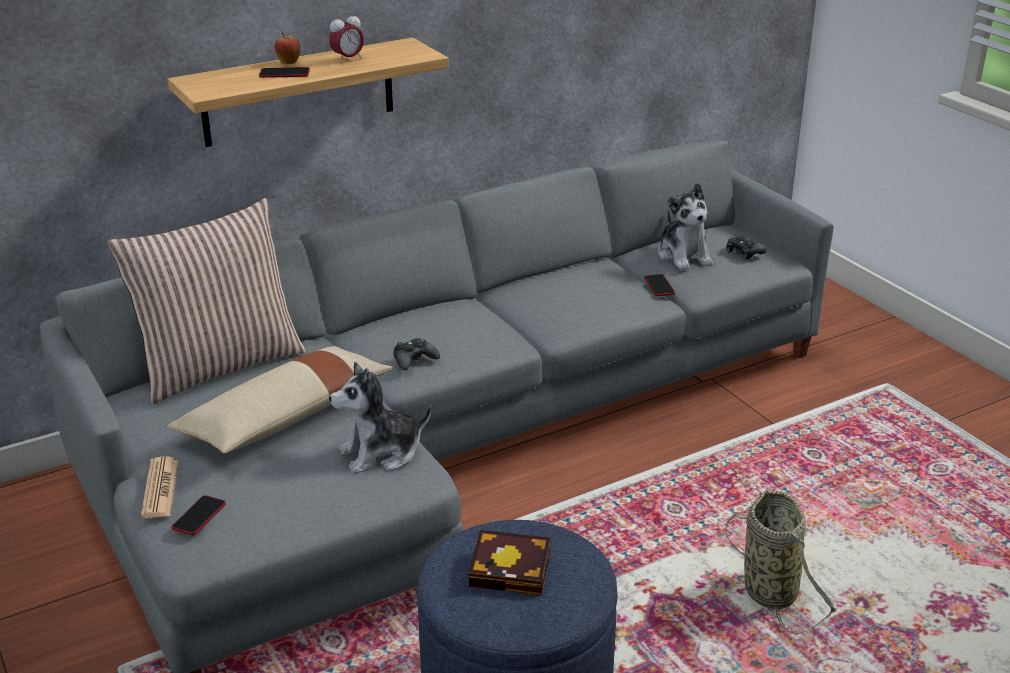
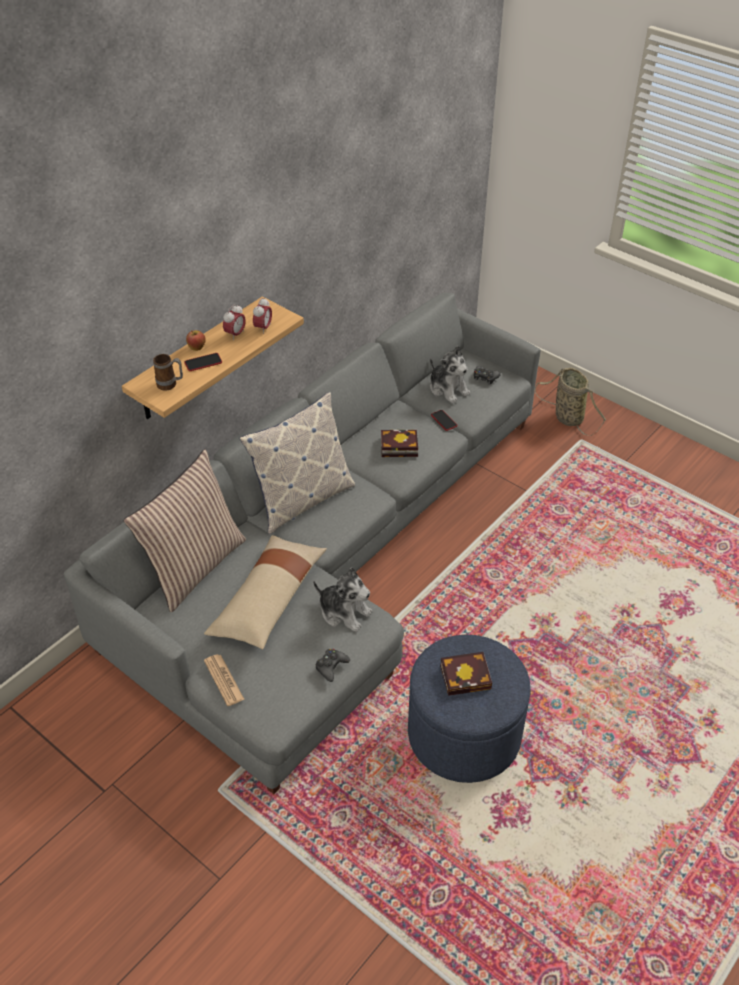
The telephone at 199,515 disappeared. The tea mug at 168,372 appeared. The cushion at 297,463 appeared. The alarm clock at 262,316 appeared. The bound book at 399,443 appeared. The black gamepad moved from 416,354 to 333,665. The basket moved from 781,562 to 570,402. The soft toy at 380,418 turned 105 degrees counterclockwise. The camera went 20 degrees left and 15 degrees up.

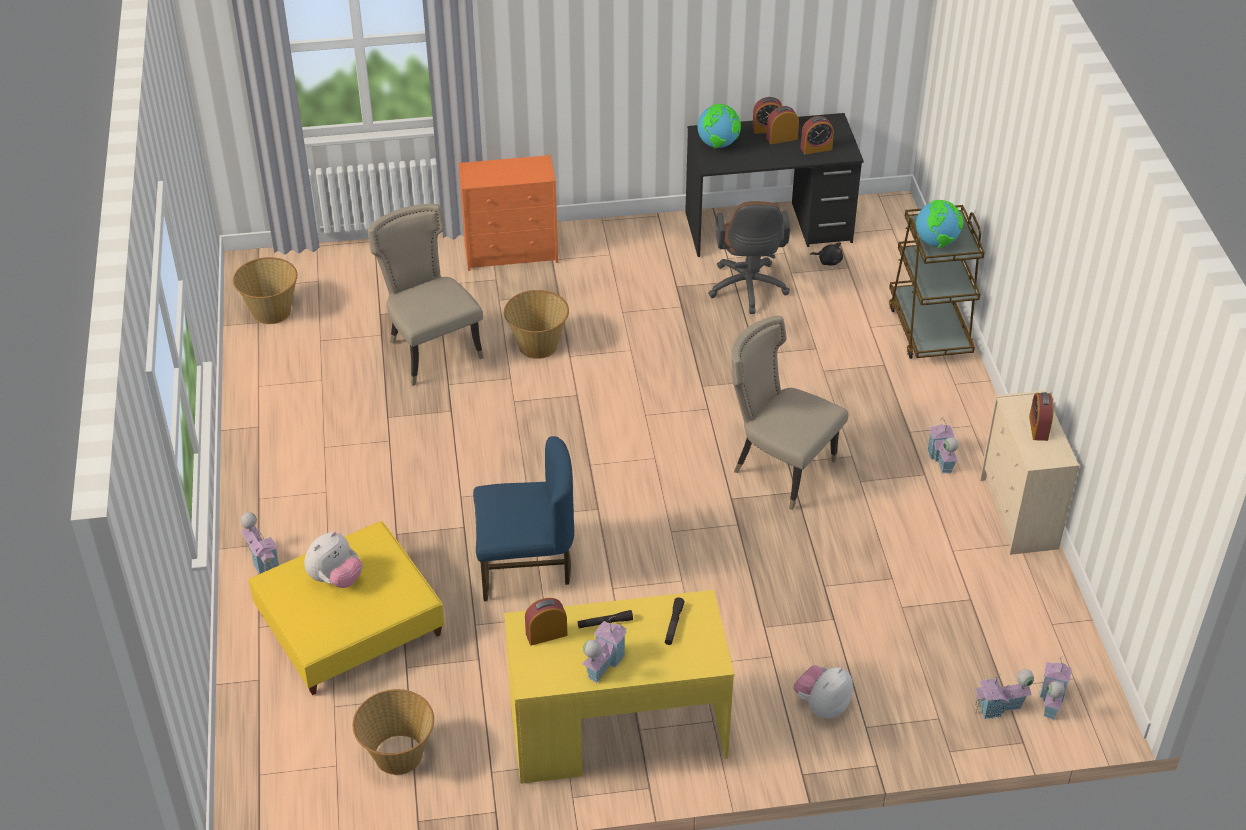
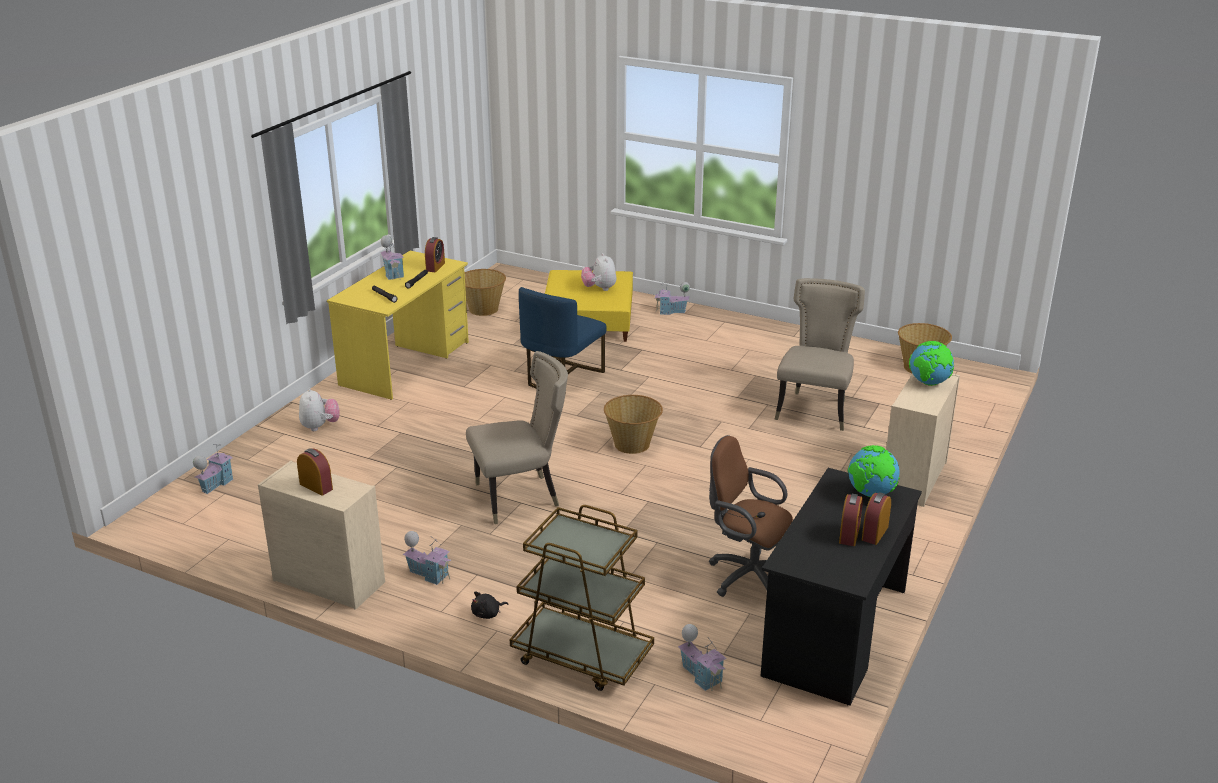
The alarm clock at 817,135 disappeared. The basket moved from 536,324 to 633,424. The black soft toy moved from 826,254 to 489,605. The globe moved from 939,224 to 931,363. The miniature house moved from 1055,688 to 702,657. The orange chest of drawers at 508,213 became the beige chest of drawers at 923,440. The beige chair at 426,295 turned 75 degrees counterclockwise. The camera went 125 degrees right and 15 degrees down.

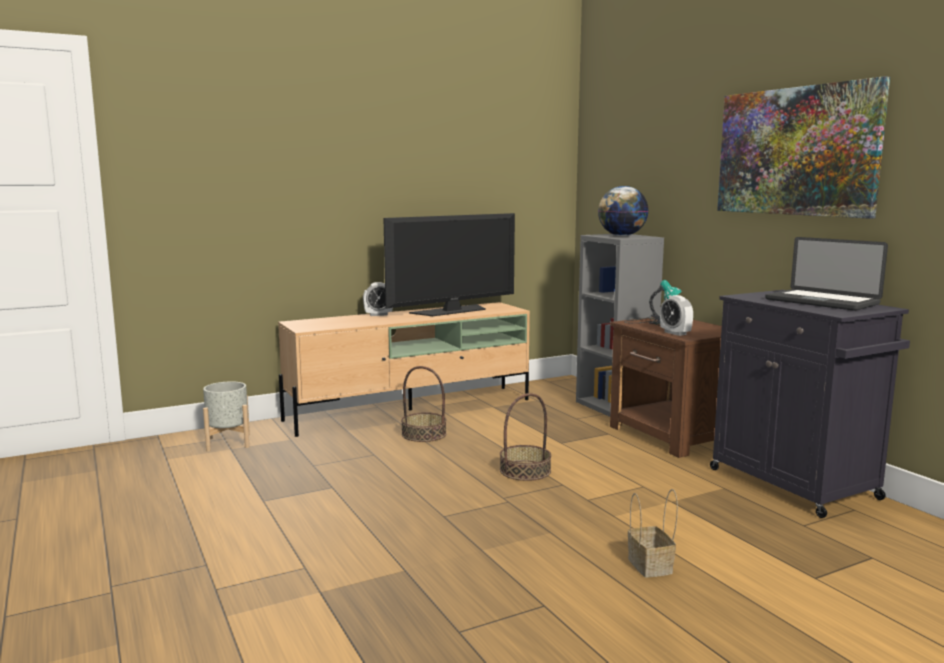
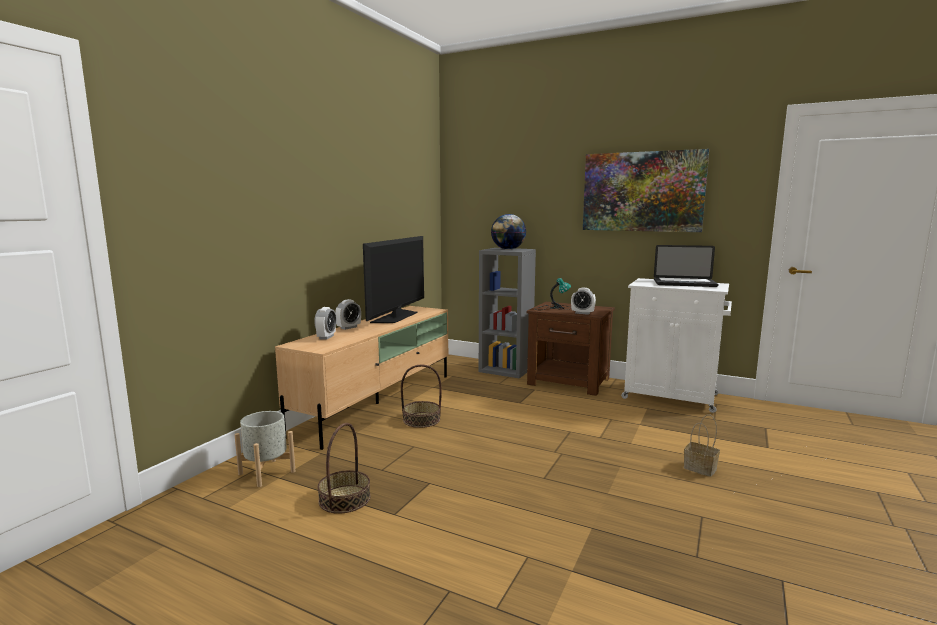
The alarm clock at 325,323 appeared. The basket moved from 525,437 to 344,468. The black cabinet at 810,404 became the white cabinet at 676,345. The camera went 35 degrees left and 0 degrees up.

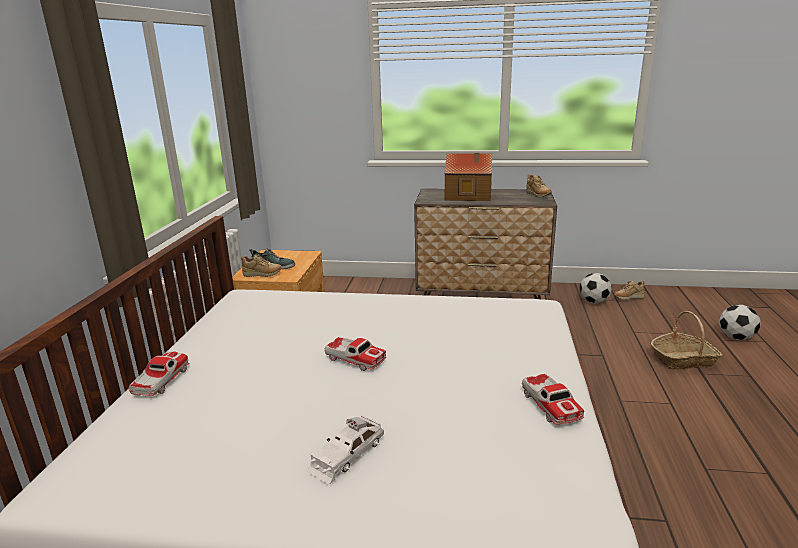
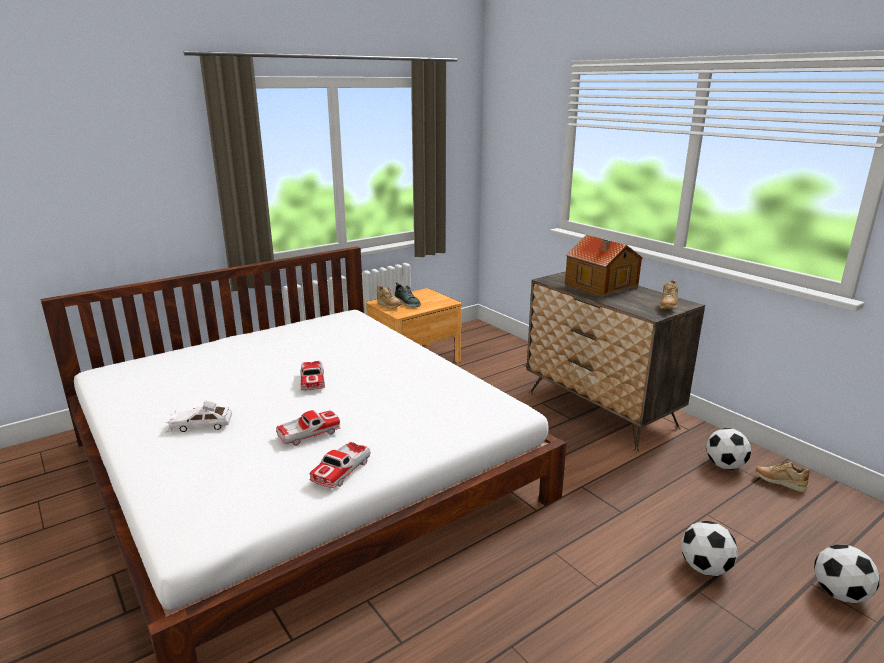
The model car moved from 158,374 to 308,428. The basket at 687,340 was replaced by the ball for football at 709,548. The camera went 45 degrees right and 0 degrees up.

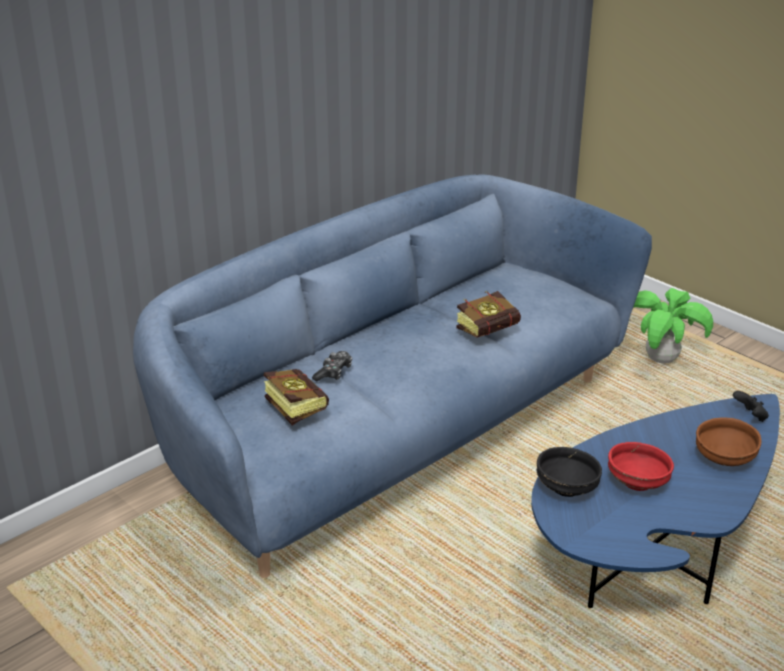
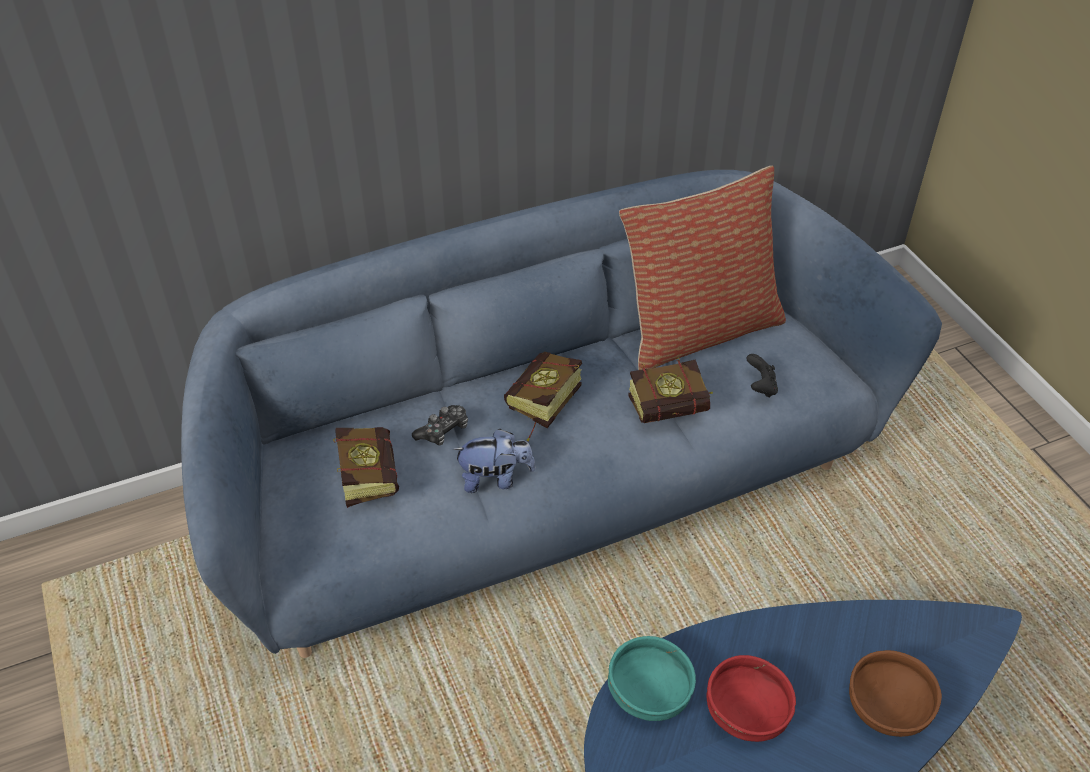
The houseplant at 673,325 disappeared. The soft toy at 494,460 appeared. The bound book at 543,396 appeared. The cushion at 702,268 appeared. The black gamepad moved from 751,406 to 762,376. The black deep dish at 569,472 became the blue-green deep dish at 652,678. The camera went 20 degrees right and 15 degrees up.

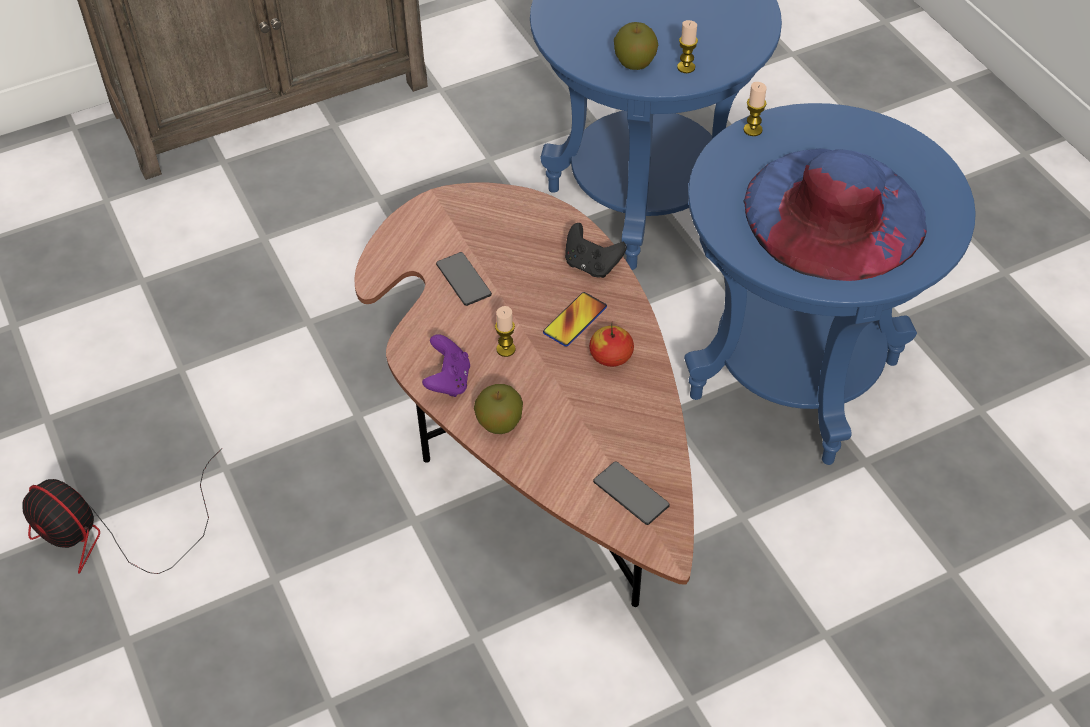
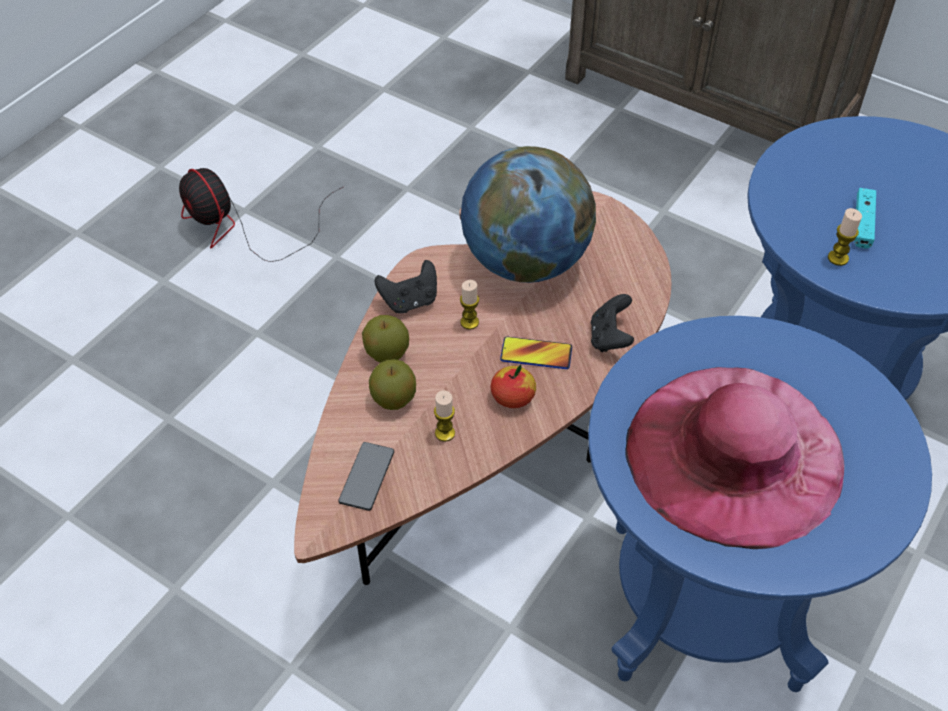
The blue-green gamepad at 865,218 appeared. The apple fruit moved from 636,46 to 392,384. The wax light moved from 755,109 to 444,416. The telephone at 464,279 was replaced by the globe at 528,214. The purple gamepad at 446,365 became the black gamepad at 406,286. The blue-coloured hat at 835,214 became the pinkish hat at 735,458. The electric fan at 122,511 turned 45 degrees counterclockwise. The camera went 60 degrees right and 0 degrees up.

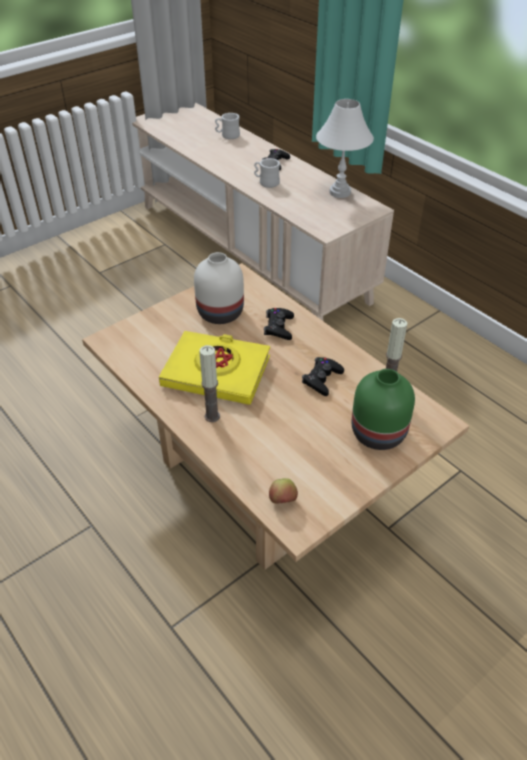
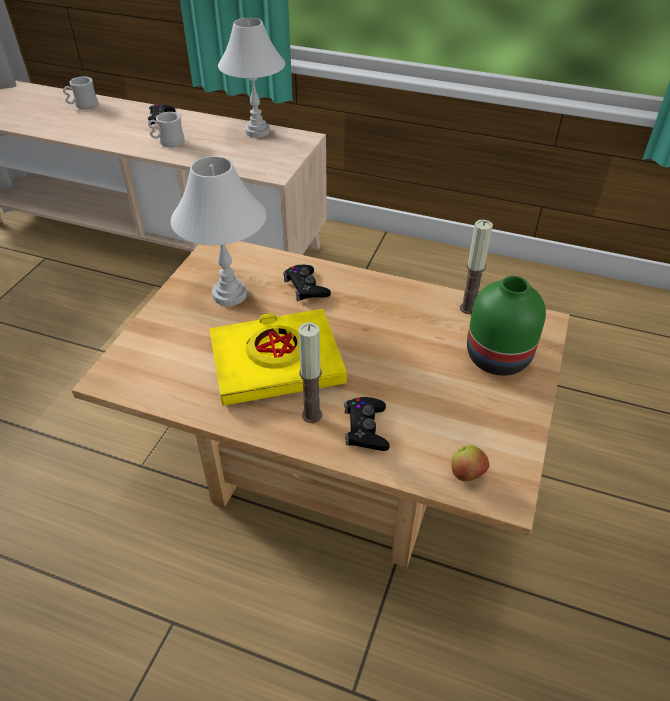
The black gamepad moved from 323,376 to 367,424. The white flower vase at 219,288 was replaced by the white table lamp at 218,231. The camera went 30 degrees left and 0 degrees up.

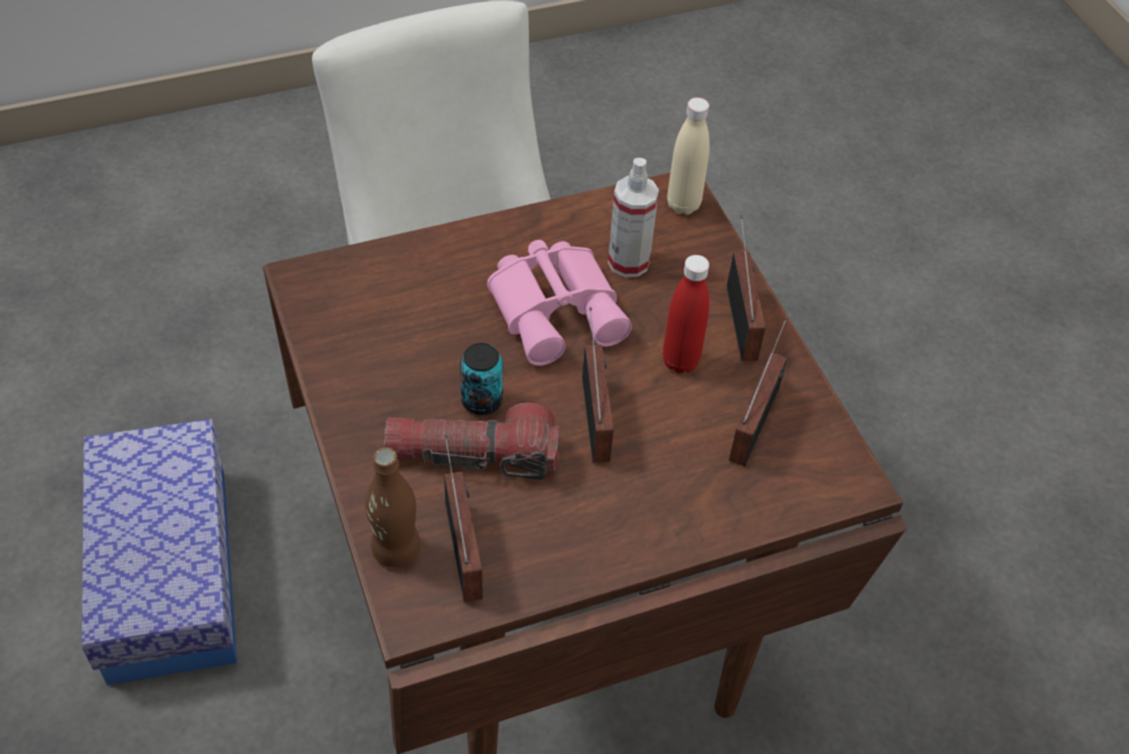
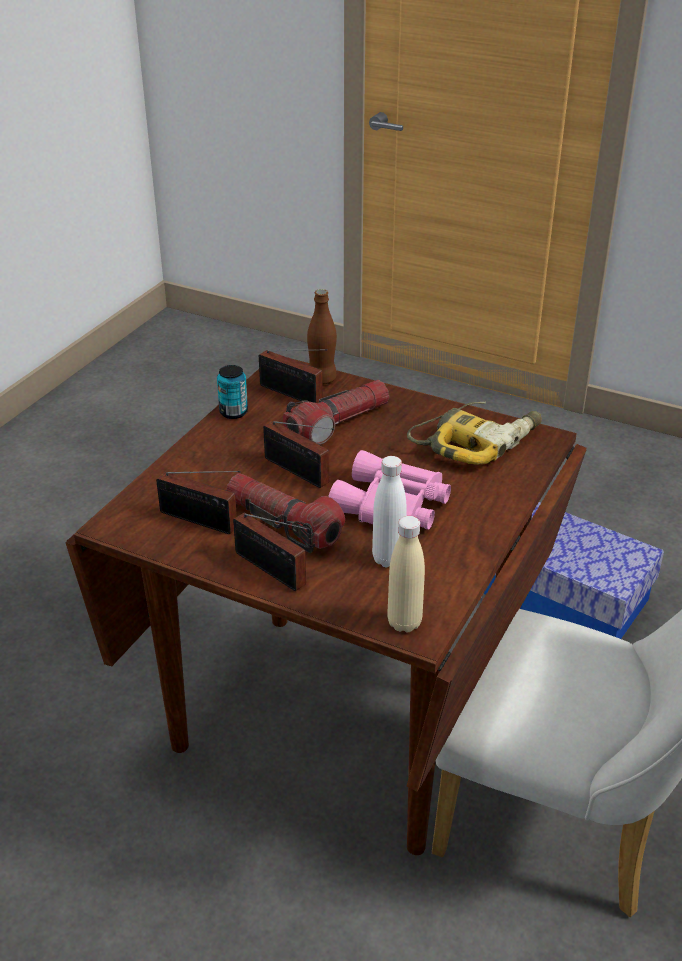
The power drill at 474,433 appeared. The sealed can moved from 481,379 to 232,392. The sprayer at 633,217 was replaced by the white bottle at 389,511. The reddish bottle at 686,314 was replaced by the torch at 286,513. The radio set at 758,391 turned 45 degrees counterclockwise. The camera went 140 degrees right and 15 degrees down.

